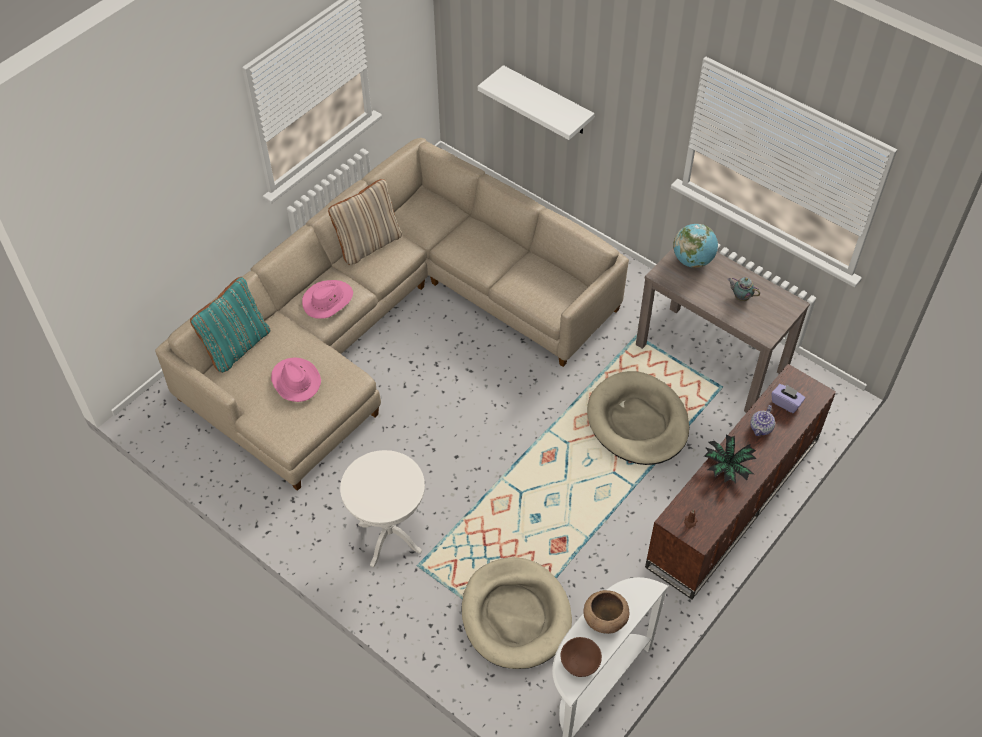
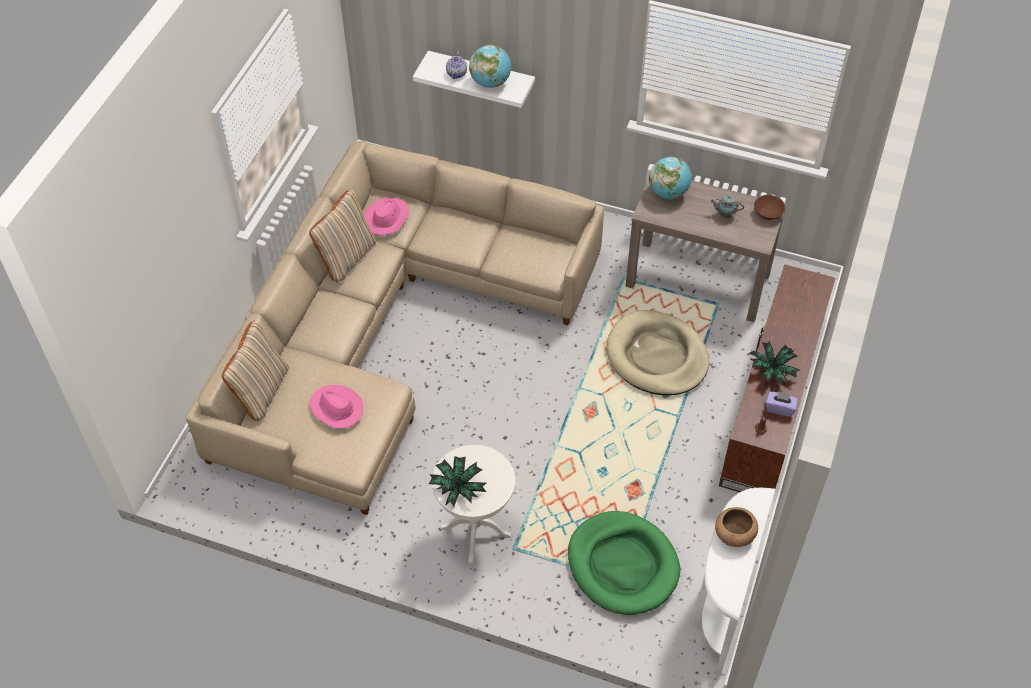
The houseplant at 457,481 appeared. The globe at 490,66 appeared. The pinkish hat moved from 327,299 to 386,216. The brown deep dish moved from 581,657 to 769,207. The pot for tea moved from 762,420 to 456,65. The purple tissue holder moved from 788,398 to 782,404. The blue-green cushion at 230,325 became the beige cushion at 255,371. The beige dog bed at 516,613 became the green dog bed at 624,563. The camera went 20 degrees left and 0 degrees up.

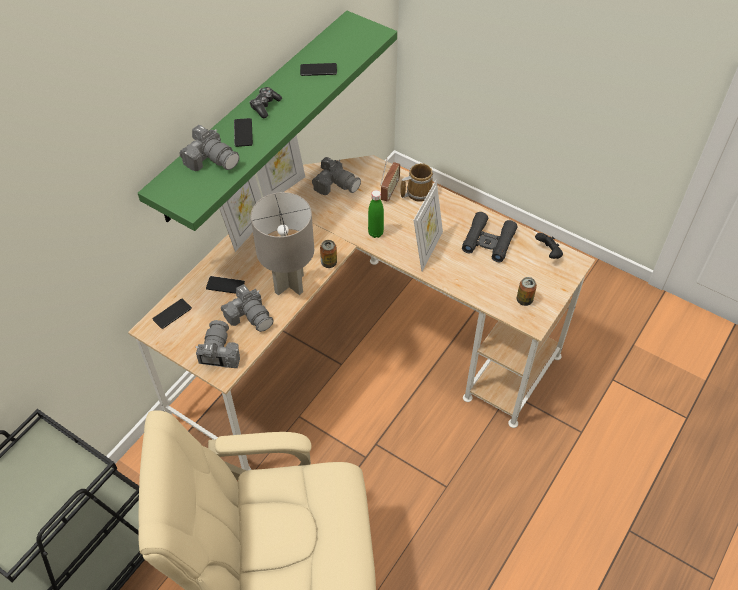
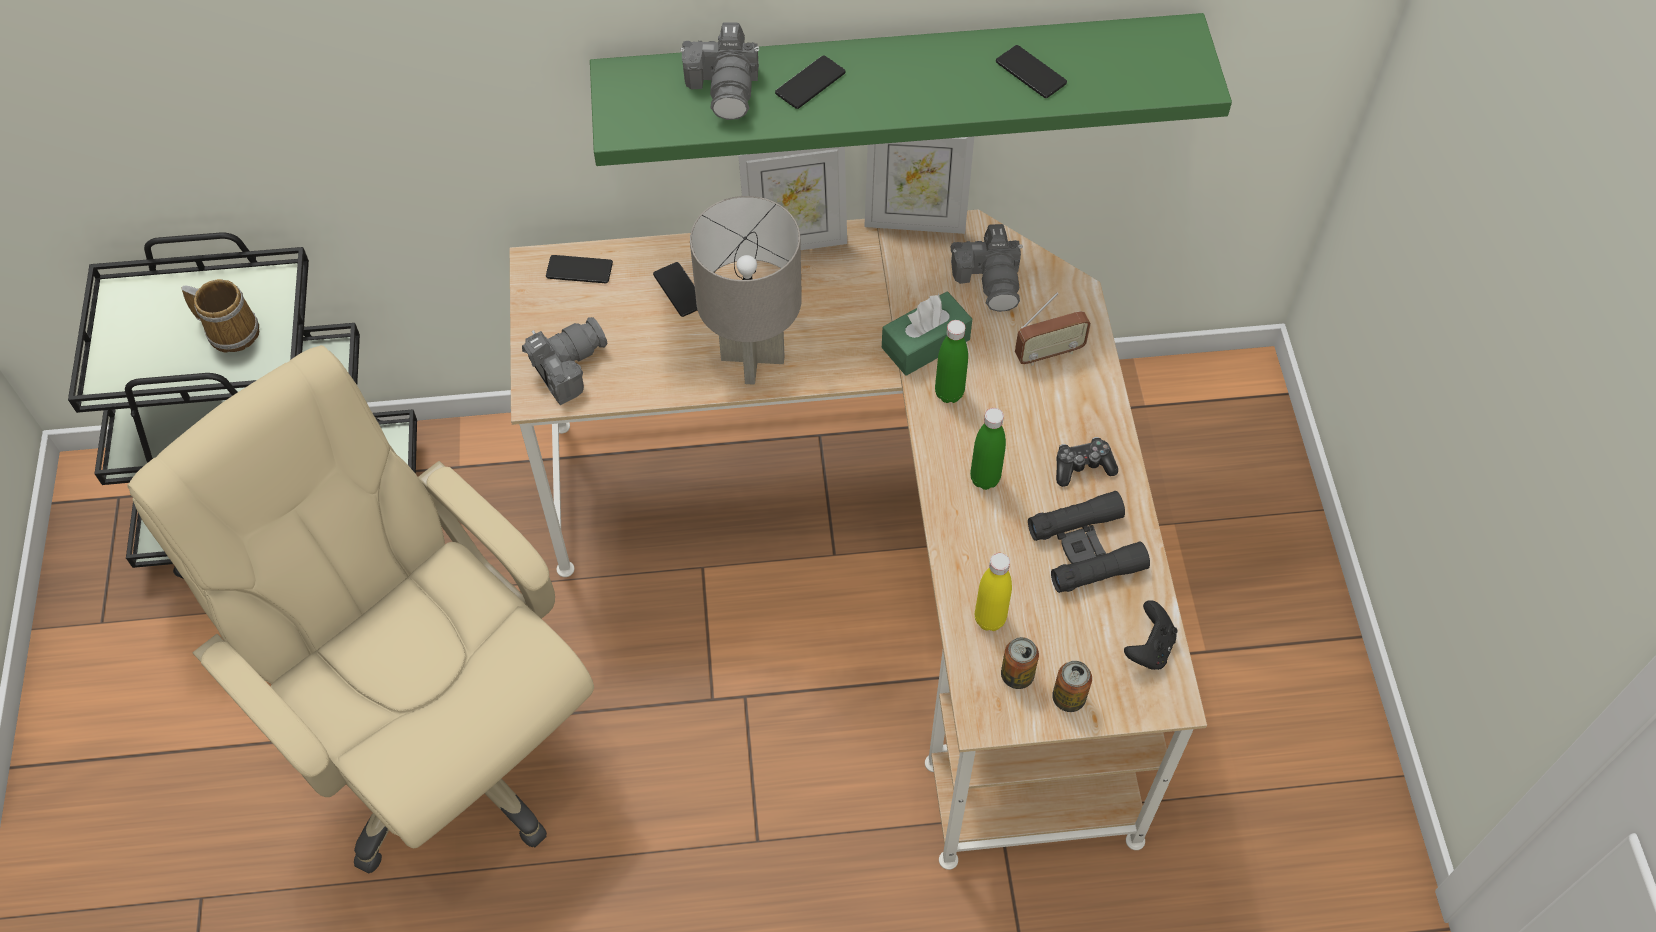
The still camera at 247,308 disappeared. The green tissue holder at 927,334 appeared. The yellow-coloured bottle at 993,592 appeared. The gamepad moved from 266,102 to 1087,462. The sealed can moved from 328,254 to 1072,686. The tea mug moved from 416,182 to 220,316. The standing frame at 428,225 was replaced by the green bottle at 988,449. The camera went 50 degrees right and 5 degrees up.

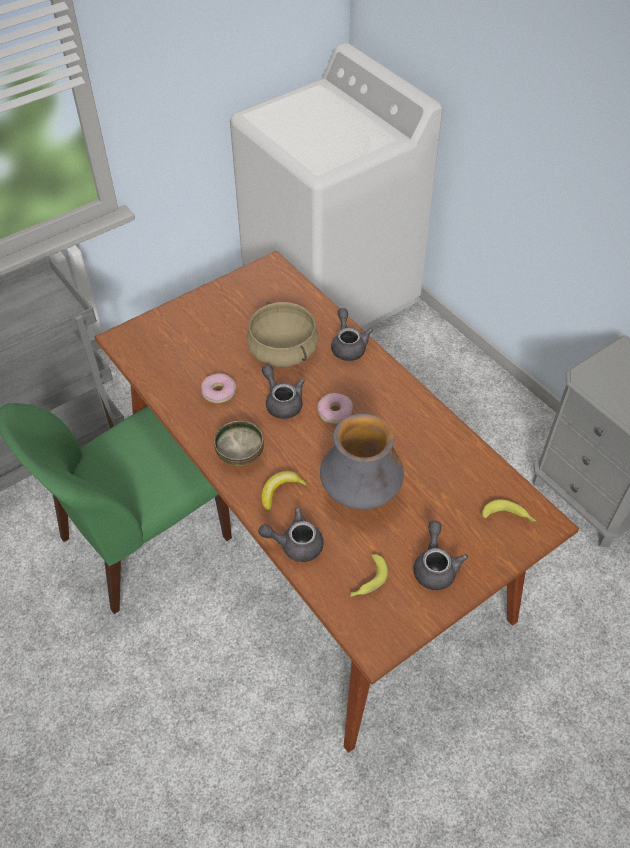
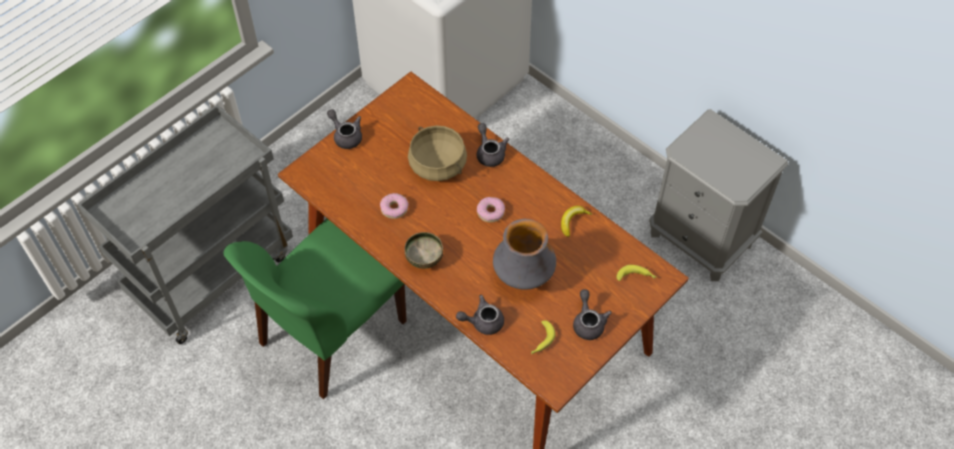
The banana moved from 285,491 to 576,221. The greyish pot for tea moved from 283,392 to 344,129. The camera went 10 degrees left and 5 degrees up.

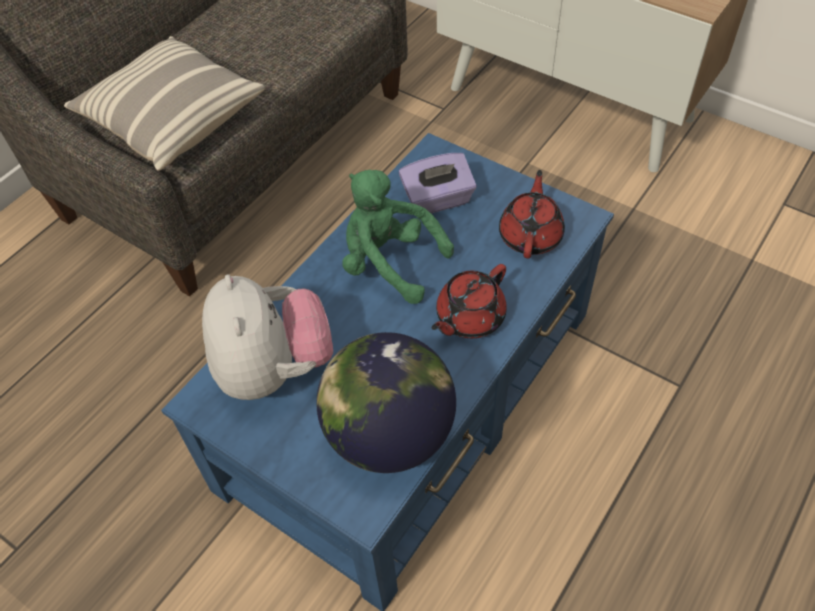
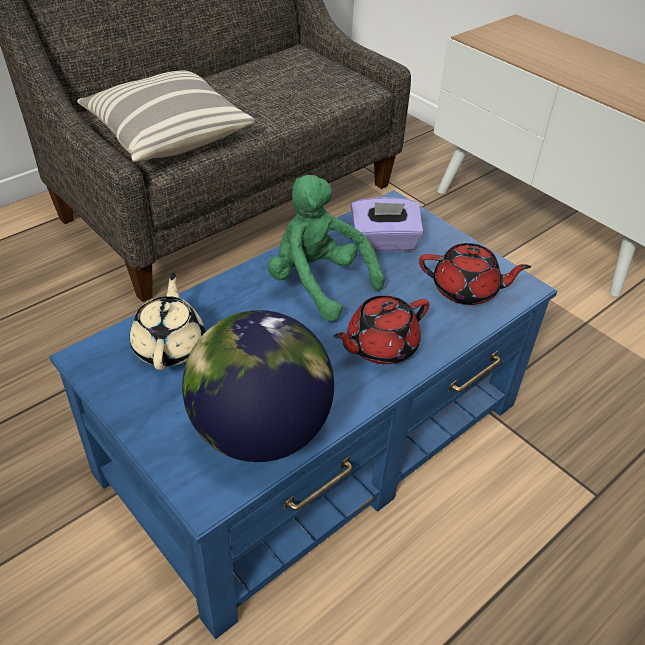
The soft toy at 267,337 was replaced by the beige pot for tea at 167,321. The reddish pot for tea at 532,214 turned 75 degrees clockwise. The camera went 10 degrees right and 10 degrees down.

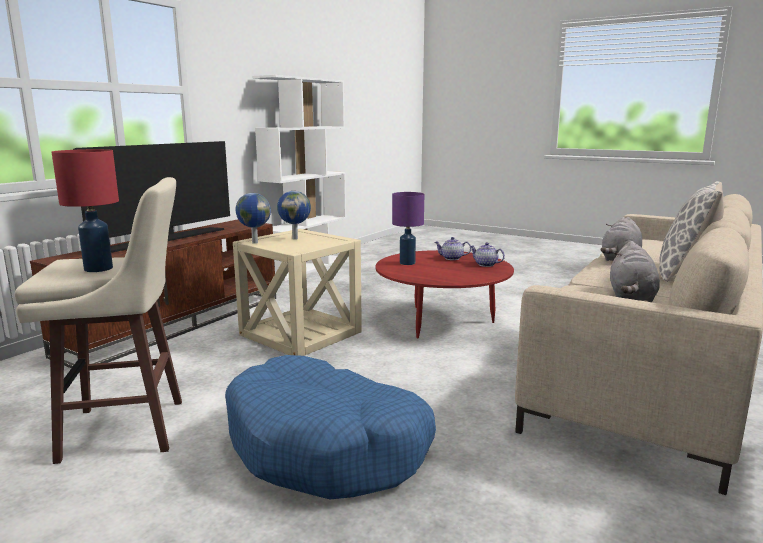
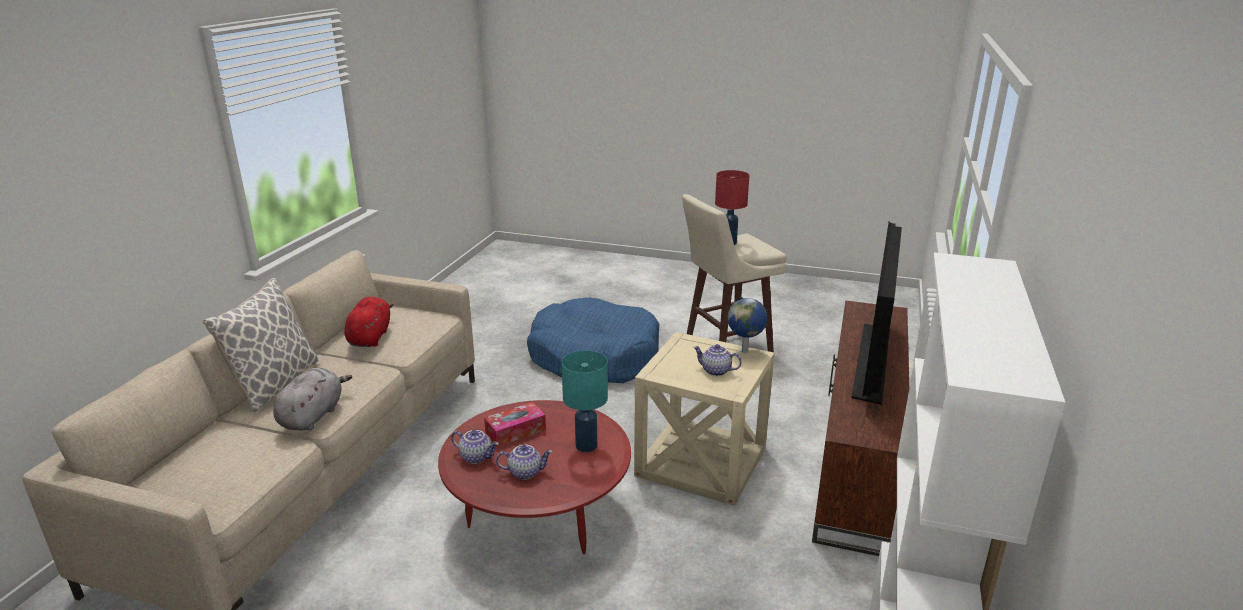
The tissue holder at 515,424 appeared. The globe at 294,215 was replaced by the pot for tea at 717,360. The purple table lamp at 408,228 became the blue-green table lamp at 585,401. The greyish soft toy at 635,271 became the reddish soft toy at 369,322. The camera went 165 degrees right and 10 degrees up.

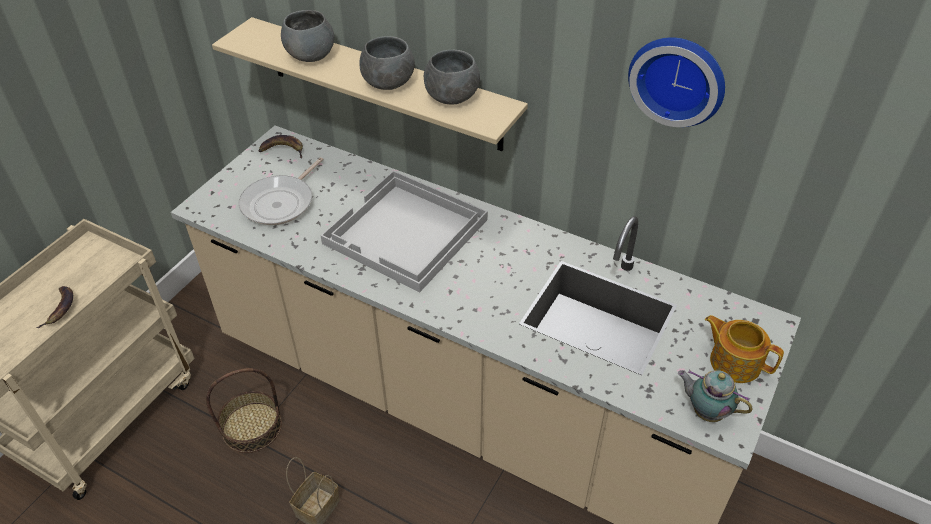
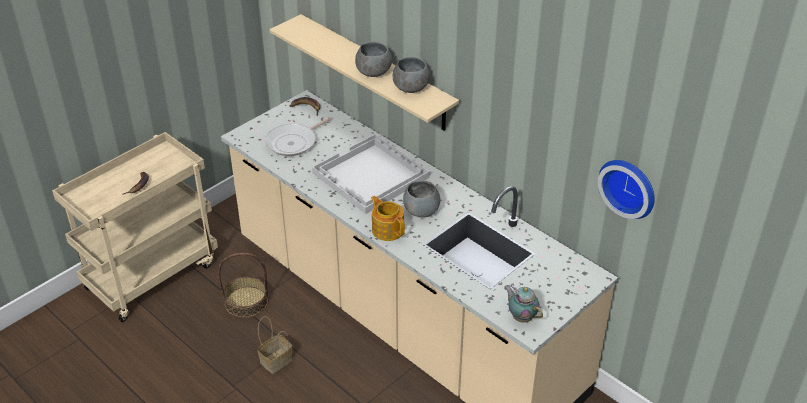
The greyish deep dish moved from 307,36 to 421,199. The clock on the wall moved from 676,82 to 626,189. The pot for tea moved from 744,349 to 388,218. The camera went 15 degrees right and 5 degrees down.

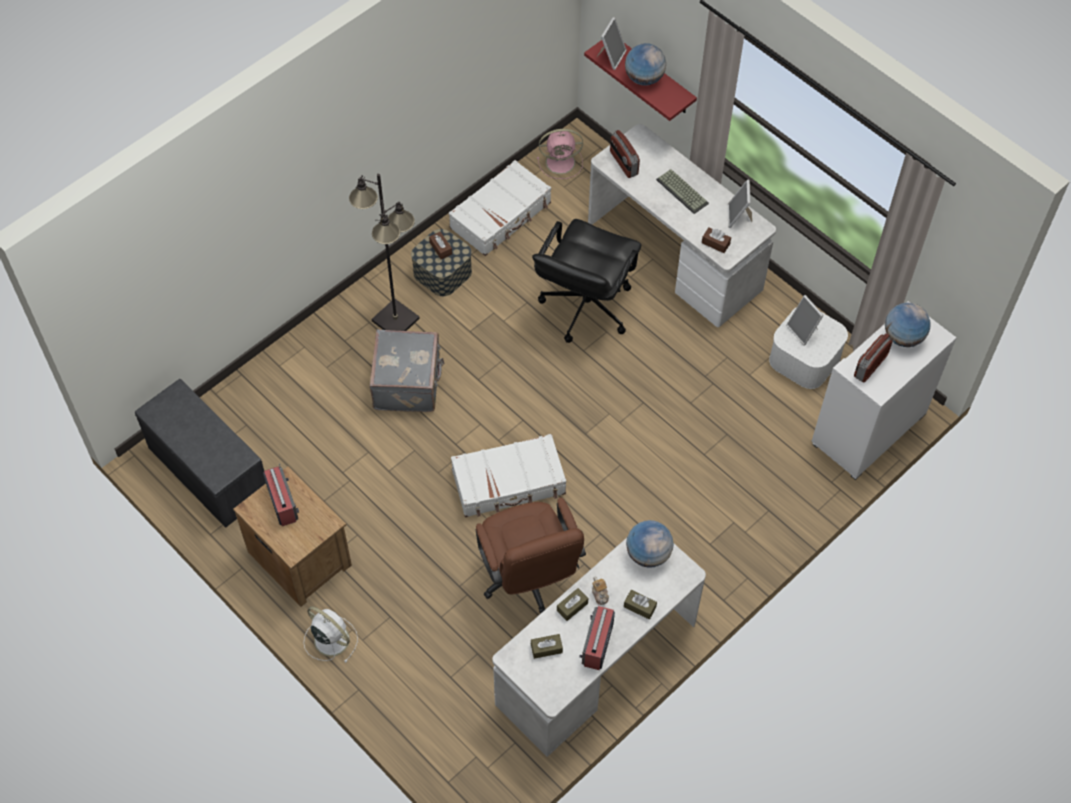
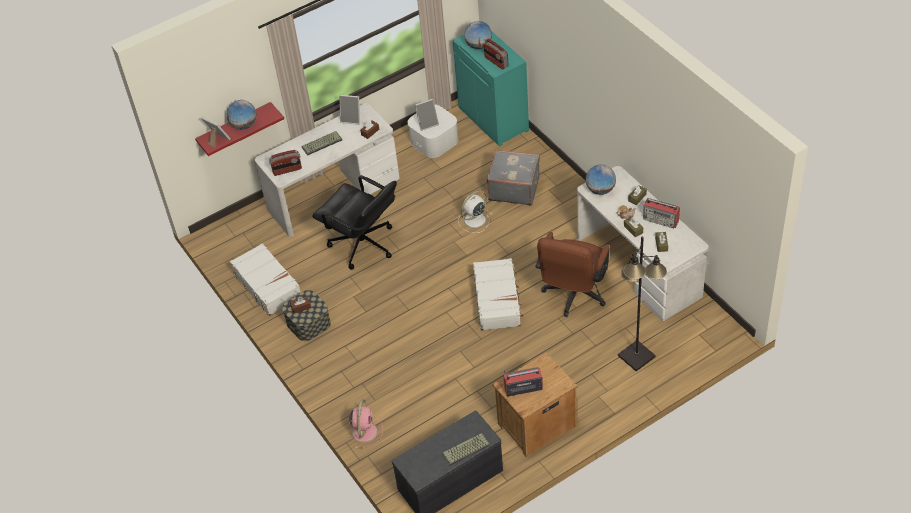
The keyboard at 465,449 appeared. The white electric fan moved from 331,634 to 475,211. The black standing lamp moved from 384,252 to 642,304. The greyish suitcase moved from 406,370 to 513,178. The pinkish electric fan moved from 560,154 to 365,423. The white cabinet at 884,390 became the blue-green cabinet at 491,89. The brown office chair at 530,555 turned 120 degrees clockwise. The camera went 75 degrees left and 10 degrees down.

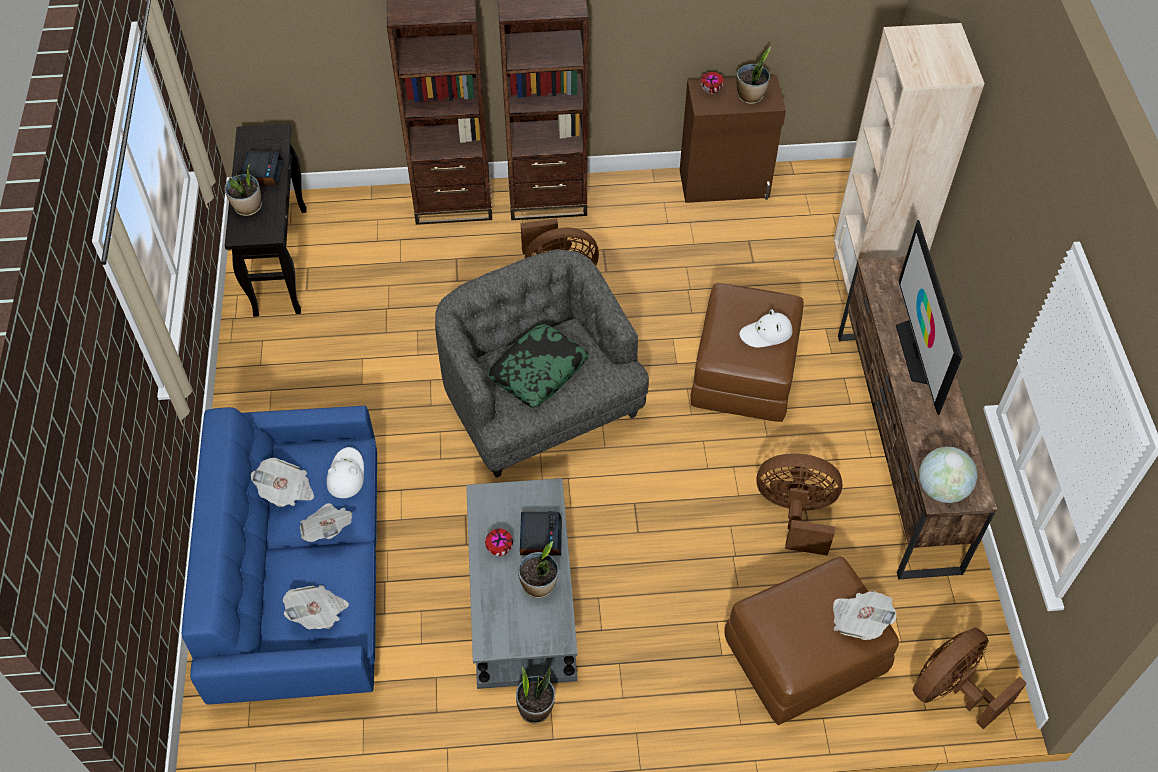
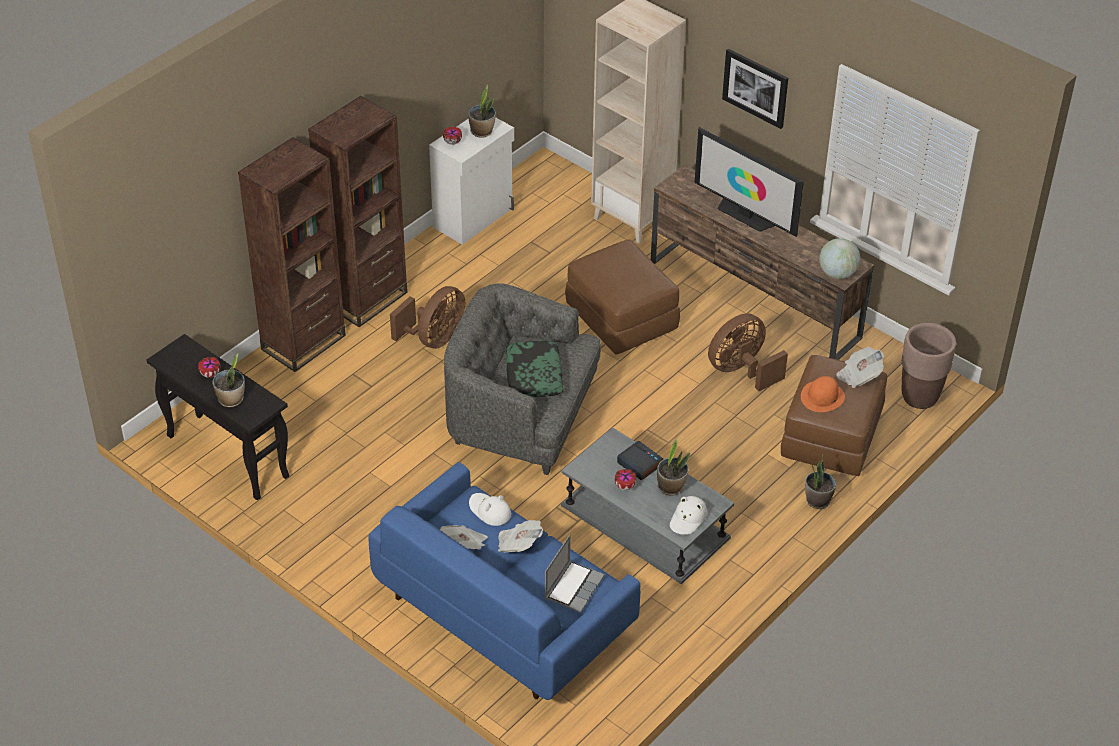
The wall picture at 755,89 appeared. The orange hat at 823,394 appeared. The houseplant moved from 535,695 to 820,481. The white hat moved from 766,328 to 688,515. The alarm clock at 263,168 was replaced by the deep dish at 209,367. The daily paper at 316,607 was replaced by the portable computer at 575,574. The brown electric fan at 970,678 was replaced by the brown plant pot at 929,366. The brown cabinet at 733,139 became the white cabinet at 471,181. The camera went 45 degrees left and 10 degrees down.

